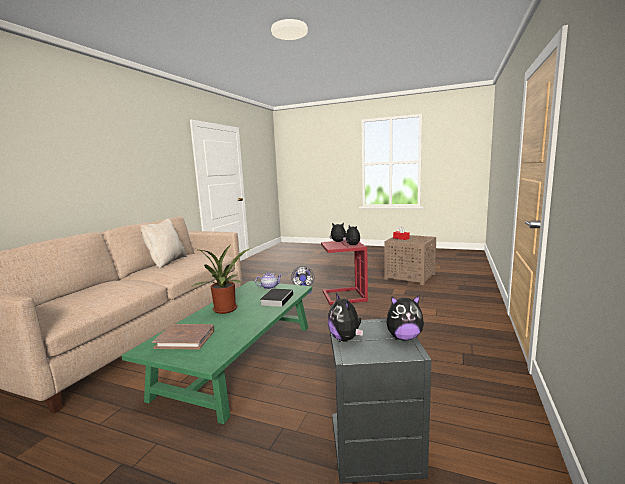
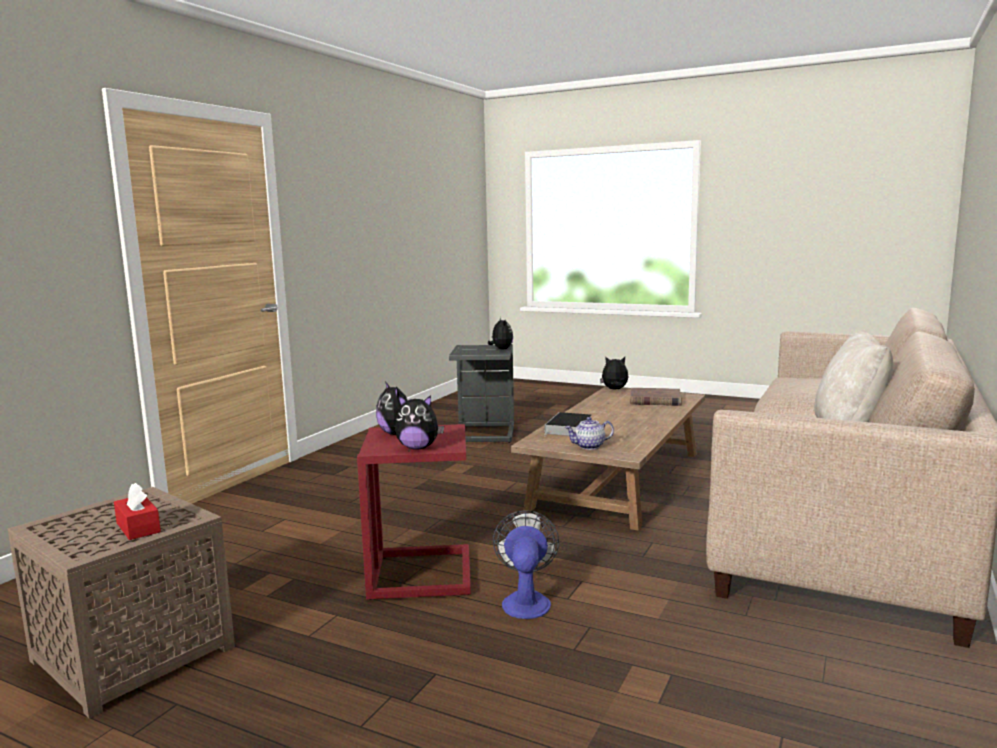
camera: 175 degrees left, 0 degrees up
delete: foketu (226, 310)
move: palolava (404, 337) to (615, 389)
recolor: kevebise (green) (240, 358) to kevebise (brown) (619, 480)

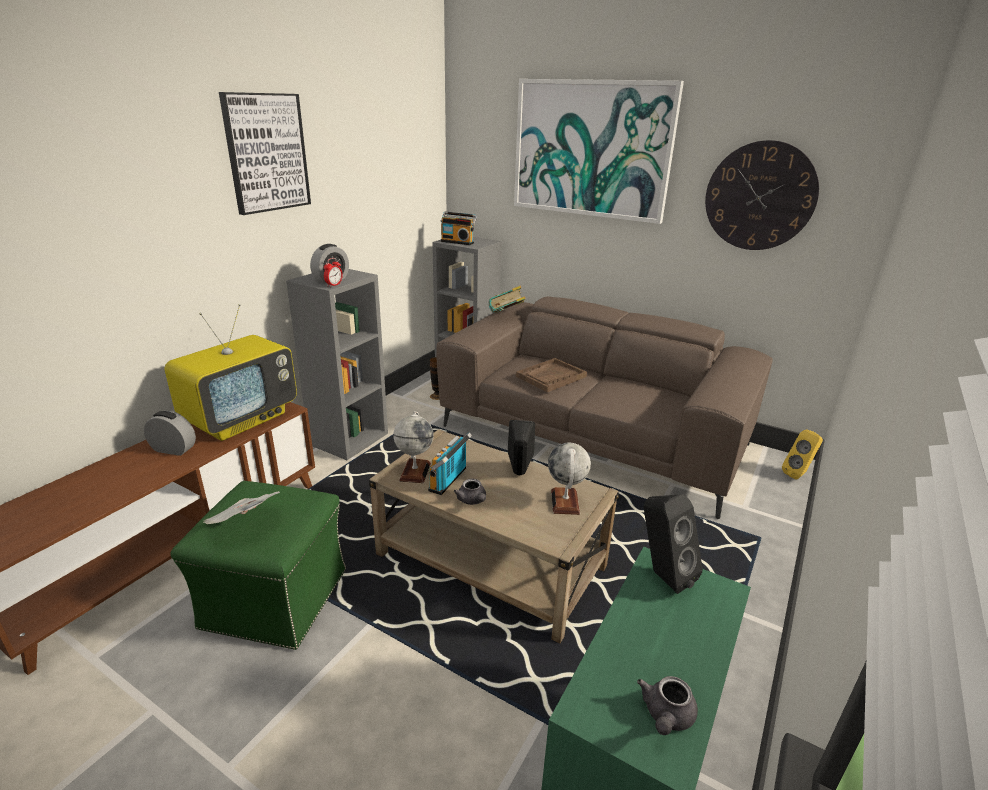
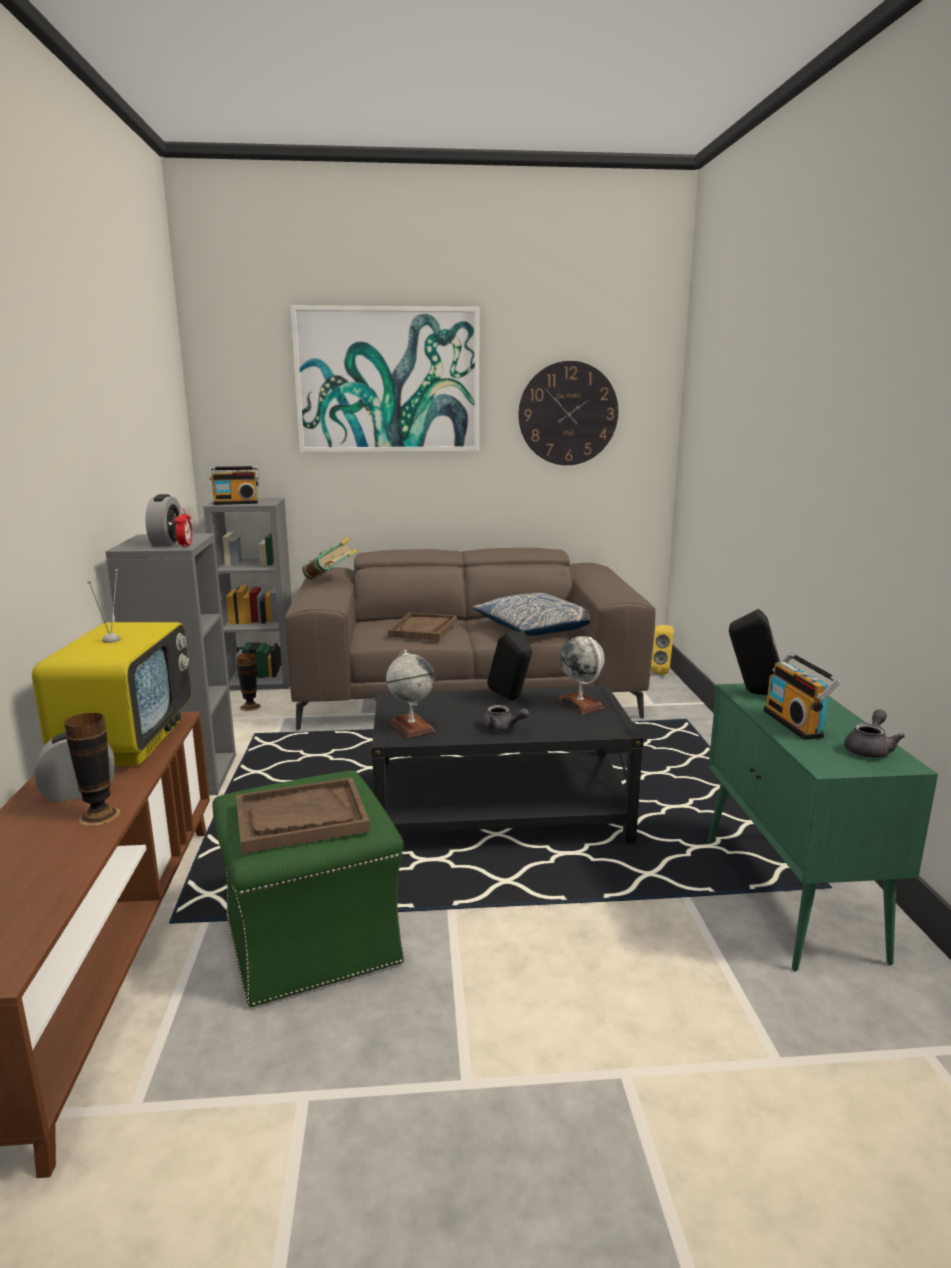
camera: 35 degrees left, 10 degrees down
delete: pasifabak (266, 153)
insert: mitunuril (99, 816); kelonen (535, 627)
move: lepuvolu (450, 480) to (795, 723)
replace: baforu (245, 523) to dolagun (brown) (301, 818)
recolor: kevebise (beige) (491, 561) to kevebise (black) (500, 815)
rotate: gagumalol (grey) (666, 716) = (870, 749) 135 degrees counterclockwise

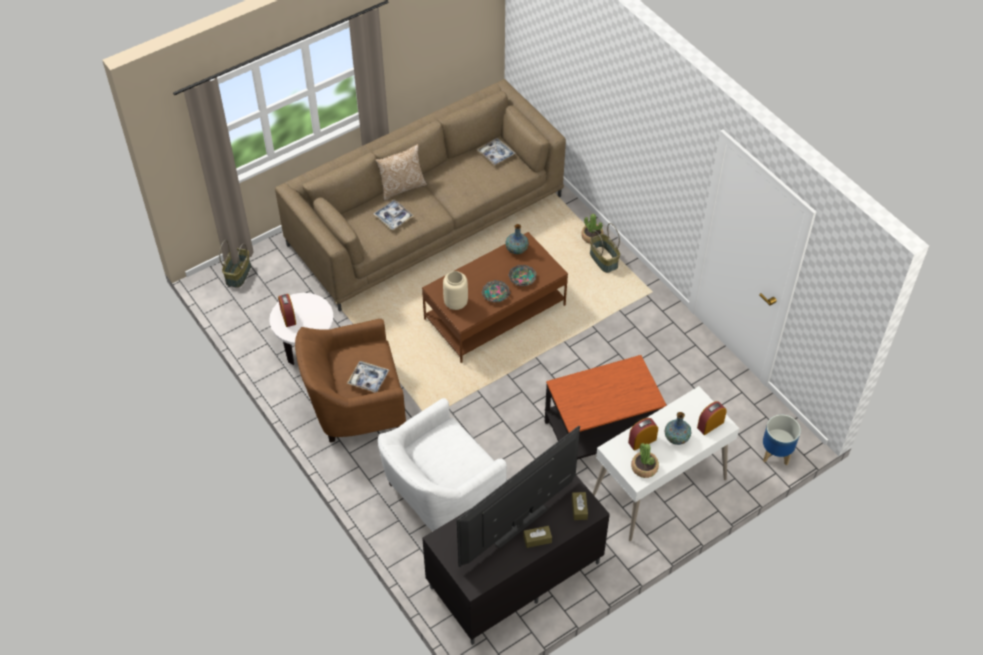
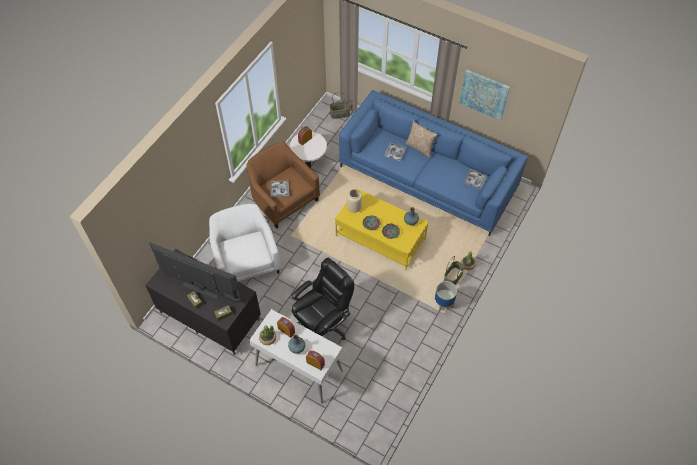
camera: 65 degrees right, 5 degrees up
insert: pasifabak (484, 94)
move: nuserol (776, 453) to (443, 304)
replace: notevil (601, 432) to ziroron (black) (323, 323)
recolor: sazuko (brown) (426, 220) to sazuko (blue) (427, 178); kevebise (brown) (495, 312) to kevebise (yellow) (380, 237)
rotate: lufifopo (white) (440, 492) = (246, 260) 45 degrees clockwise

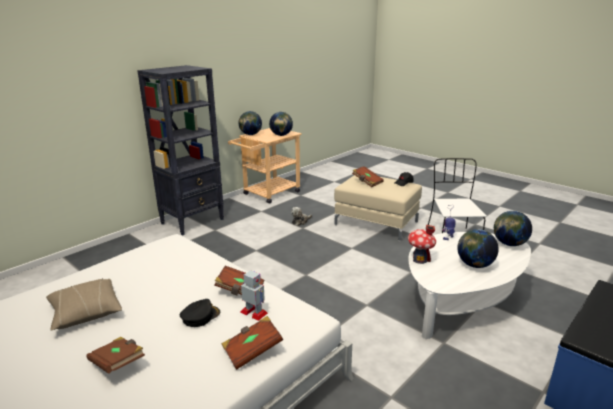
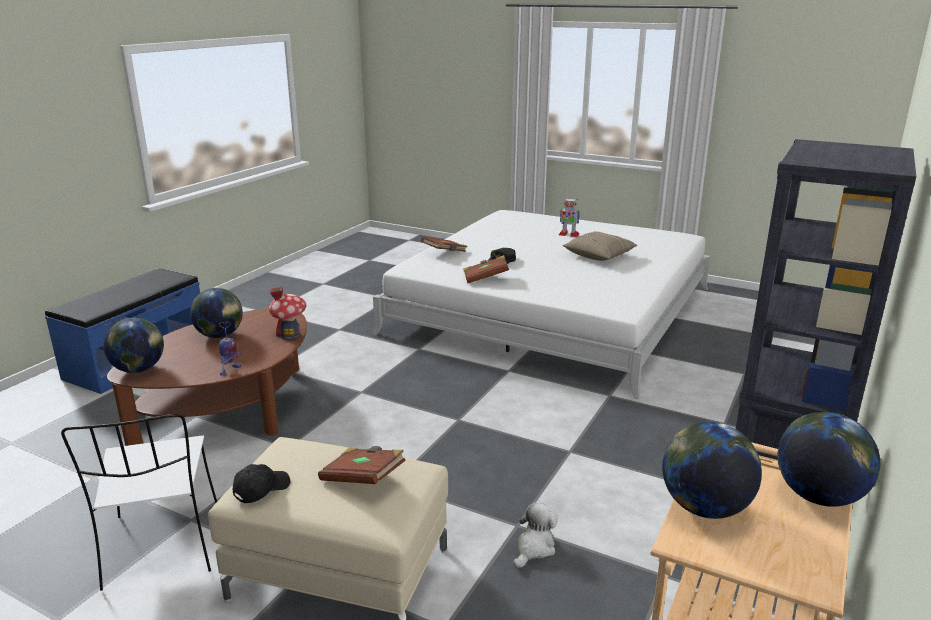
camera: 165 degrees right, 0 degrees up
delete: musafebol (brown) (118, 363)
move: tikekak (254, 313) to (568, 234)
recolor: kevebise (white) (461, 303) to kevebise (brown) (230, 410)

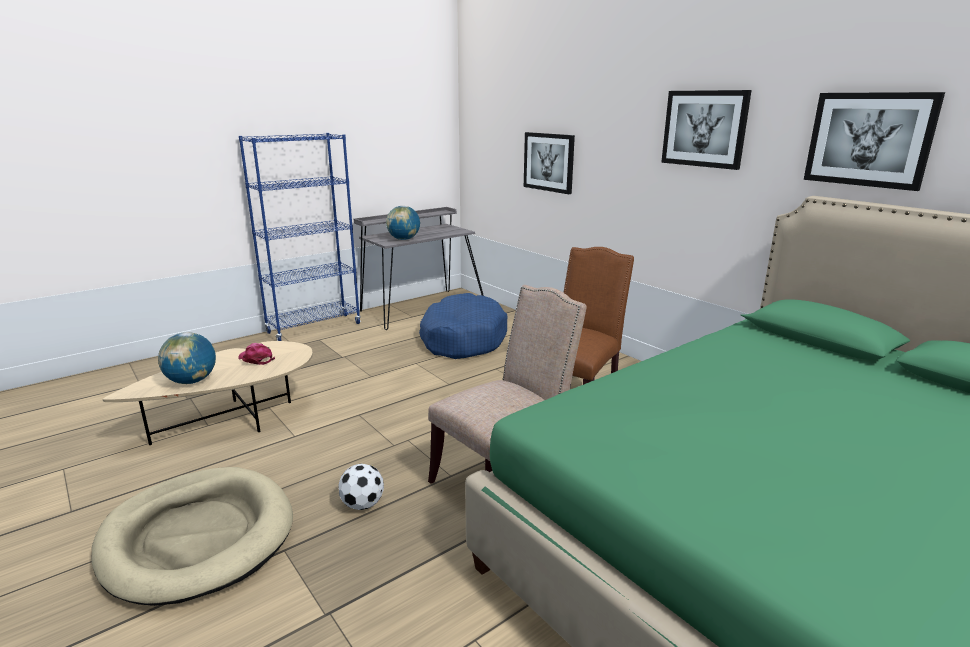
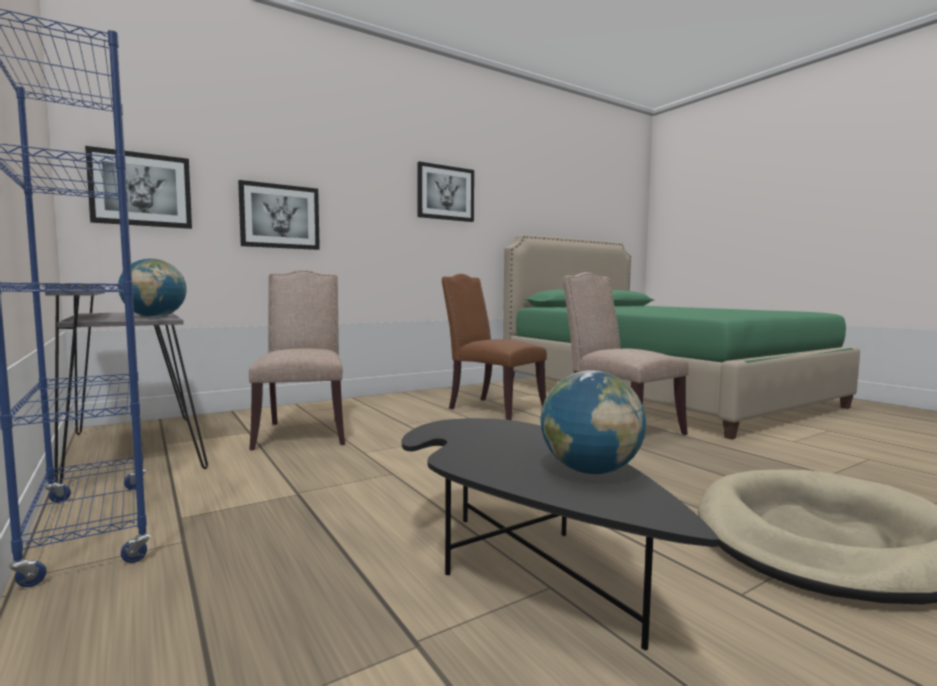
camera: 85 degrees left, 15 degrees down
delete: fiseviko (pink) (256, 359); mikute (362, 504)
move: pasifabak (869, 139) to (141, 189)
replace: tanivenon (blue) (462, 339) to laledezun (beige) (303, 432)
recolor: kevebise (beige) (236, 418) to kevebise (black) (522, 560)

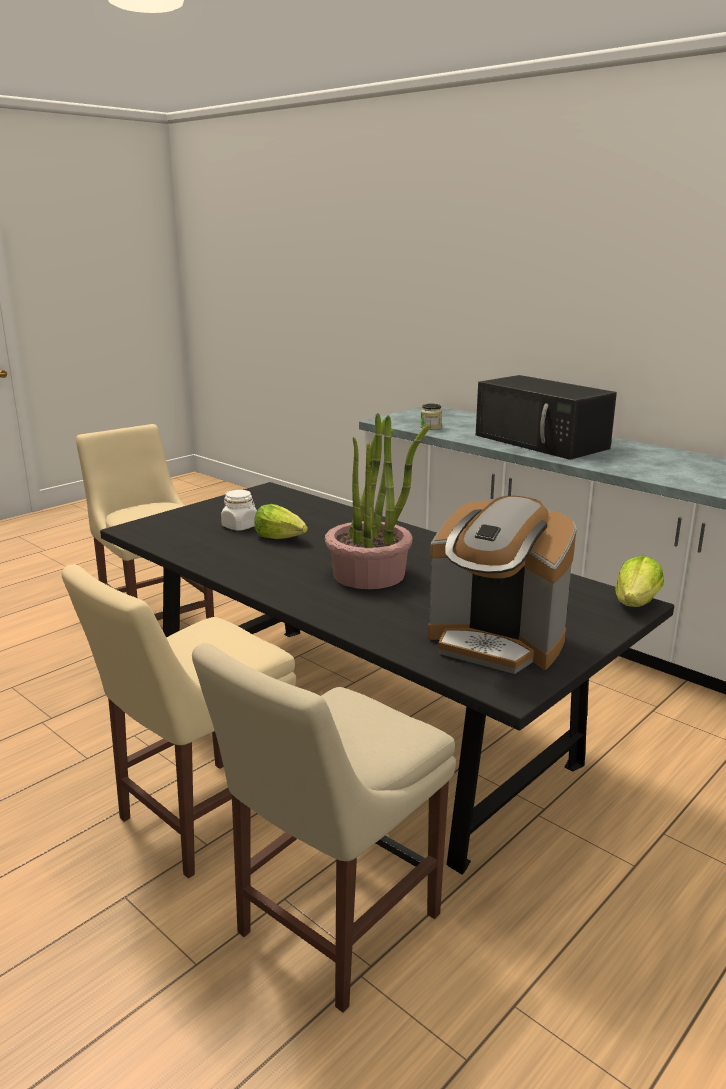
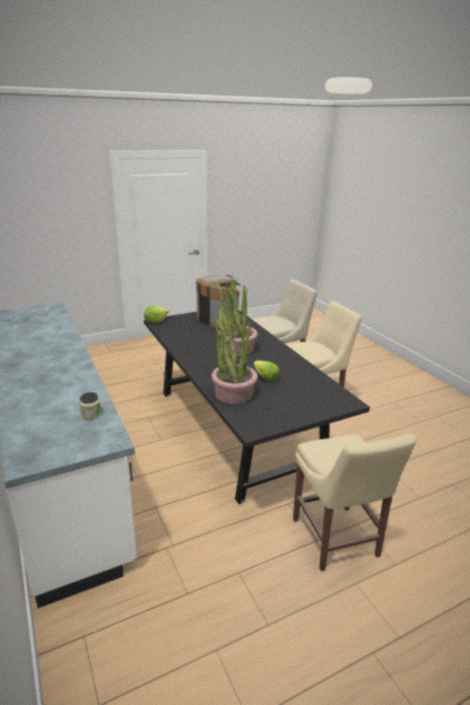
camera: 160 degrees left, 5 degrees up
delete: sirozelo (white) (240, 526); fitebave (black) (542, 442)
insert: foketu (233, 393)

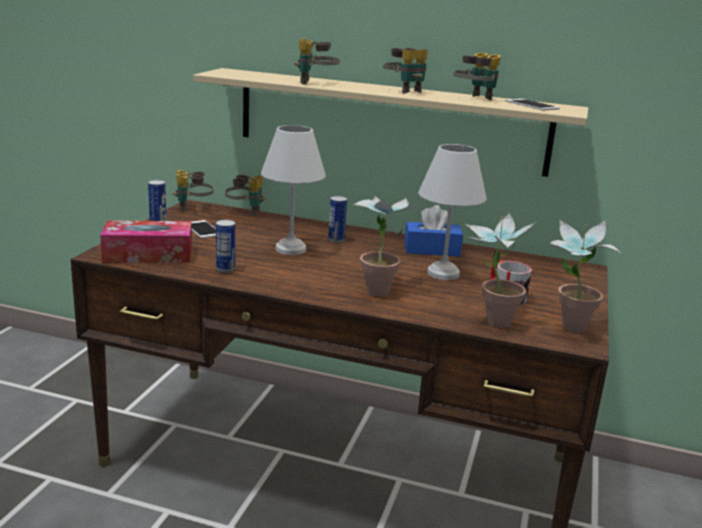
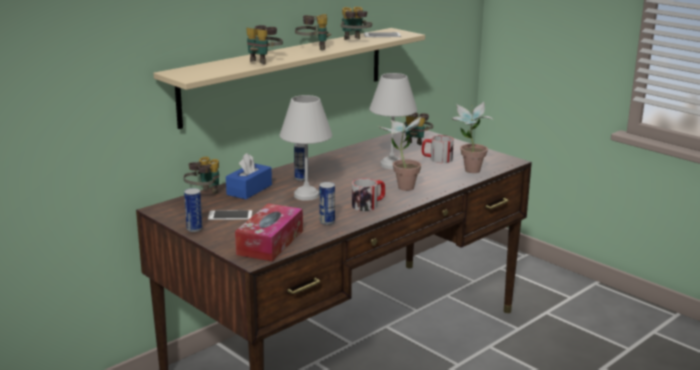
camera: 60 degrees left, 0 degrees up
delete: foketu (567, 329)
insert: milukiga (368, 205)
move: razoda (193, 209) to (416, 142); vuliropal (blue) (432, 250) to (249, 190)

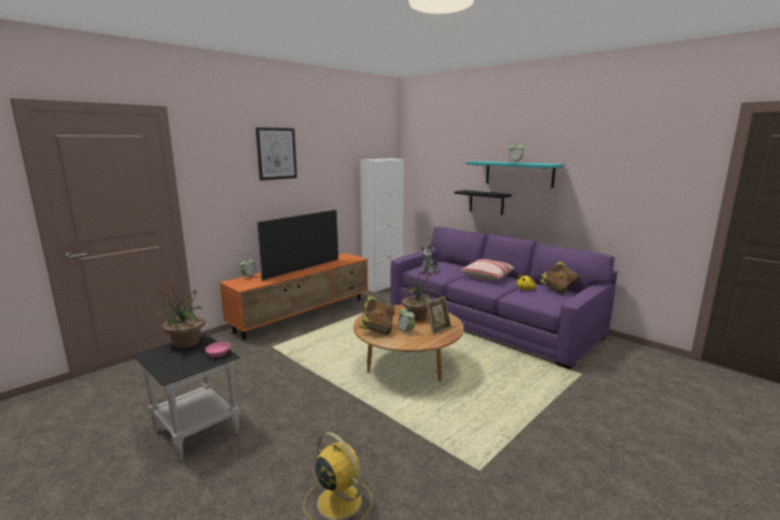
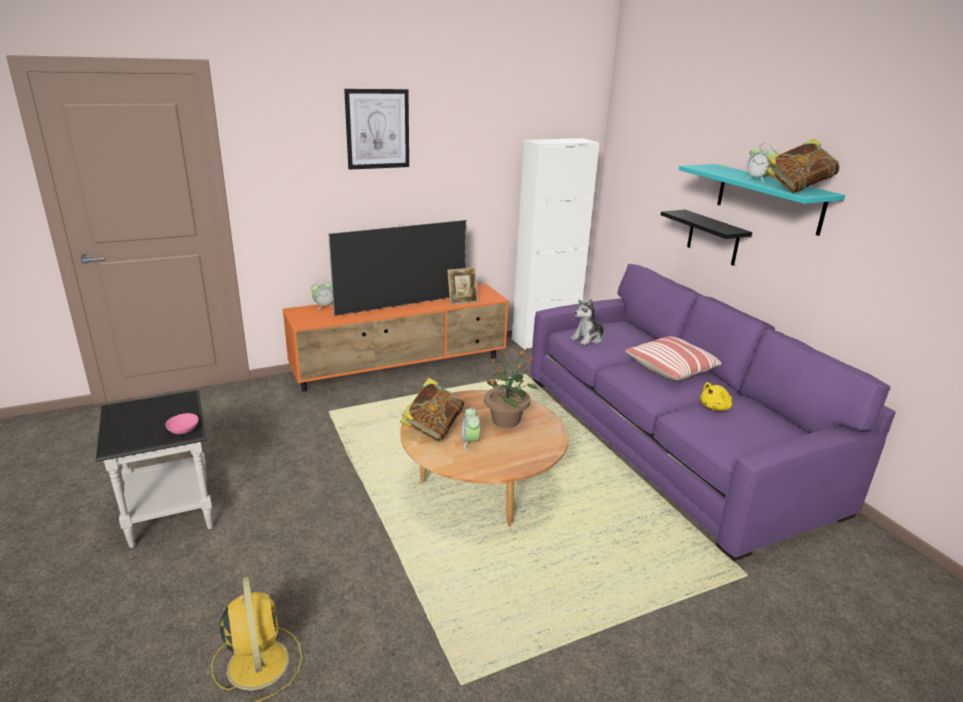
camera: 20 degrees right, 10 degrees up
delete: foketu (186, 343)
move: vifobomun (438, 329) to (462, 301); musafebol (558, 290) to (797, 189)

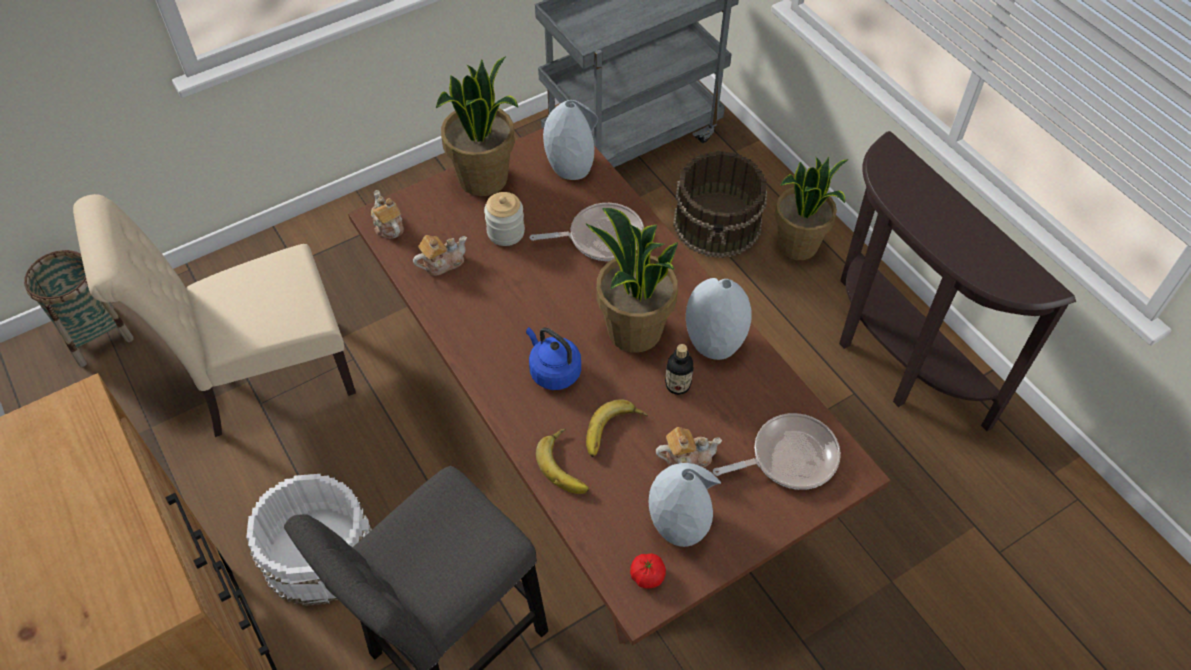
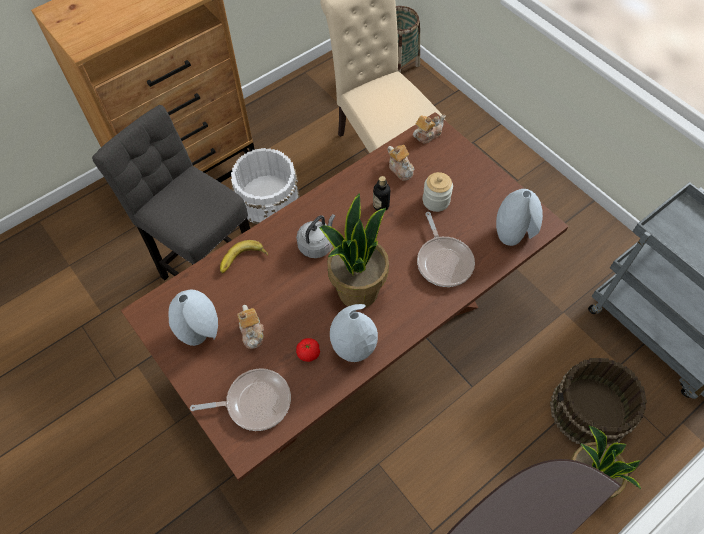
camera: 85 degrees right, 5 degrees up
delete: foketu (484, 179); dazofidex (614, 433)
move: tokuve (647, 575) to (308, 353); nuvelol (677, 385) to (381, 205)
recolor: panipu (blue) (553, 371) to panipu (grey) (317, 244)
rotate: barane (789, 457) = (254, 402) 75 degrees counterclockwise

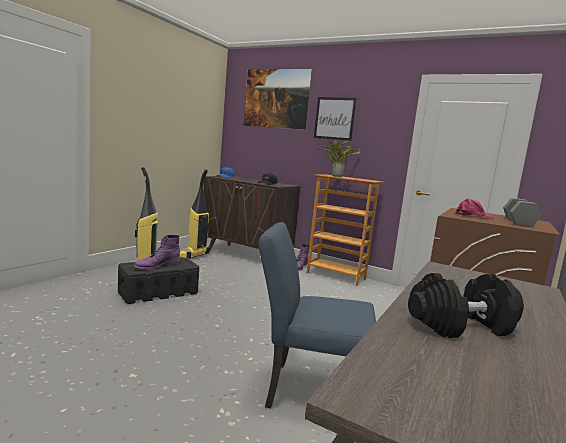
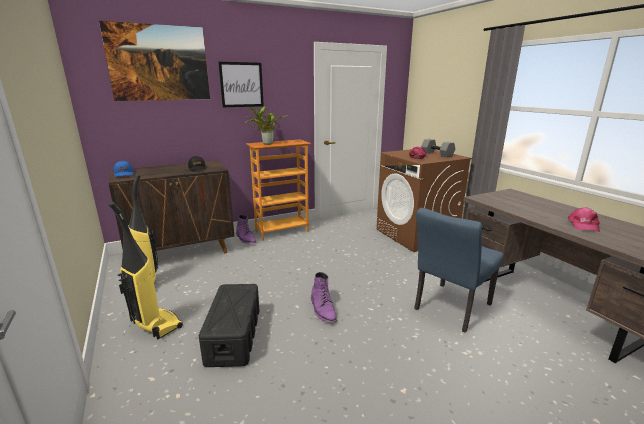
camera: 55 degrees left, 10 degrees up
move: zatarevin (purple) (157, 265) to (323, 309)
replace: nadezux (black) (461, 326) to fiseviko (pink) (583, 225)

